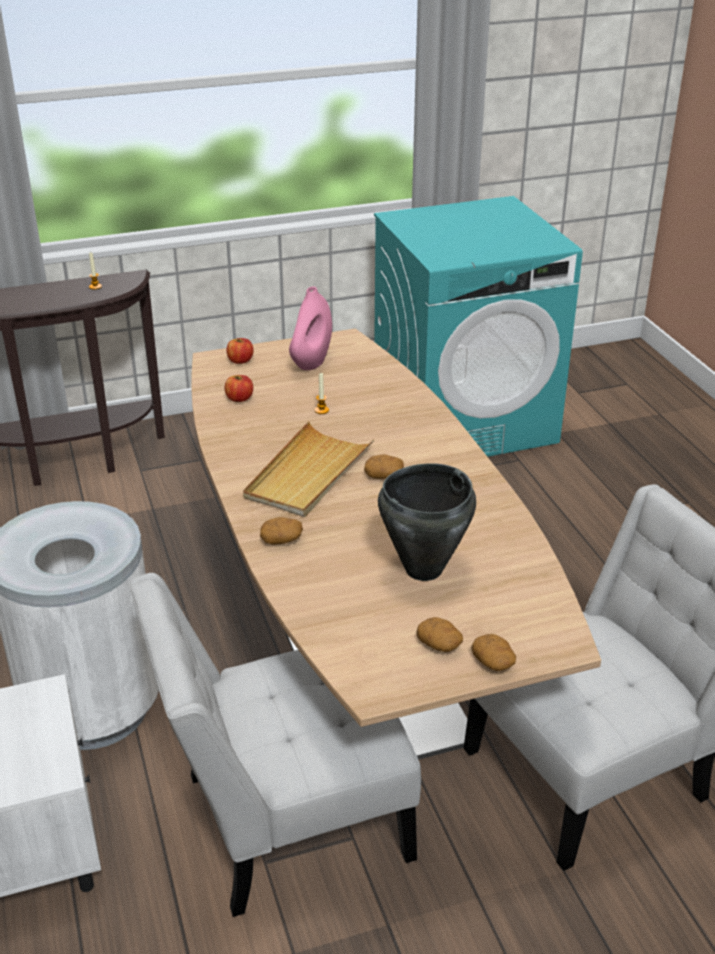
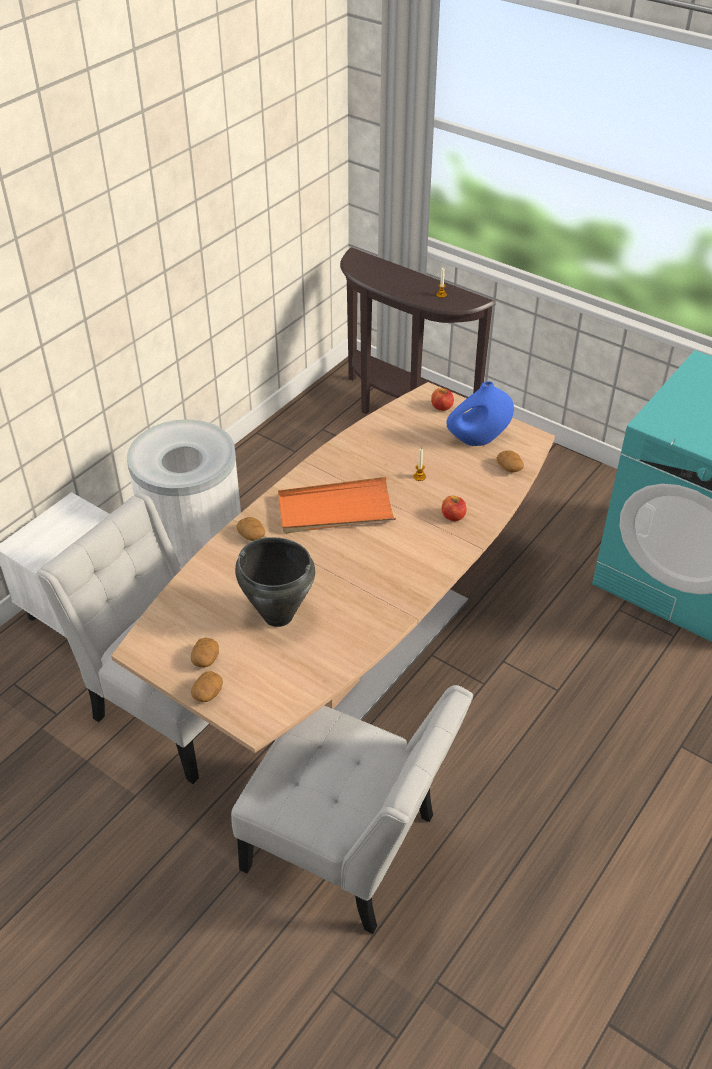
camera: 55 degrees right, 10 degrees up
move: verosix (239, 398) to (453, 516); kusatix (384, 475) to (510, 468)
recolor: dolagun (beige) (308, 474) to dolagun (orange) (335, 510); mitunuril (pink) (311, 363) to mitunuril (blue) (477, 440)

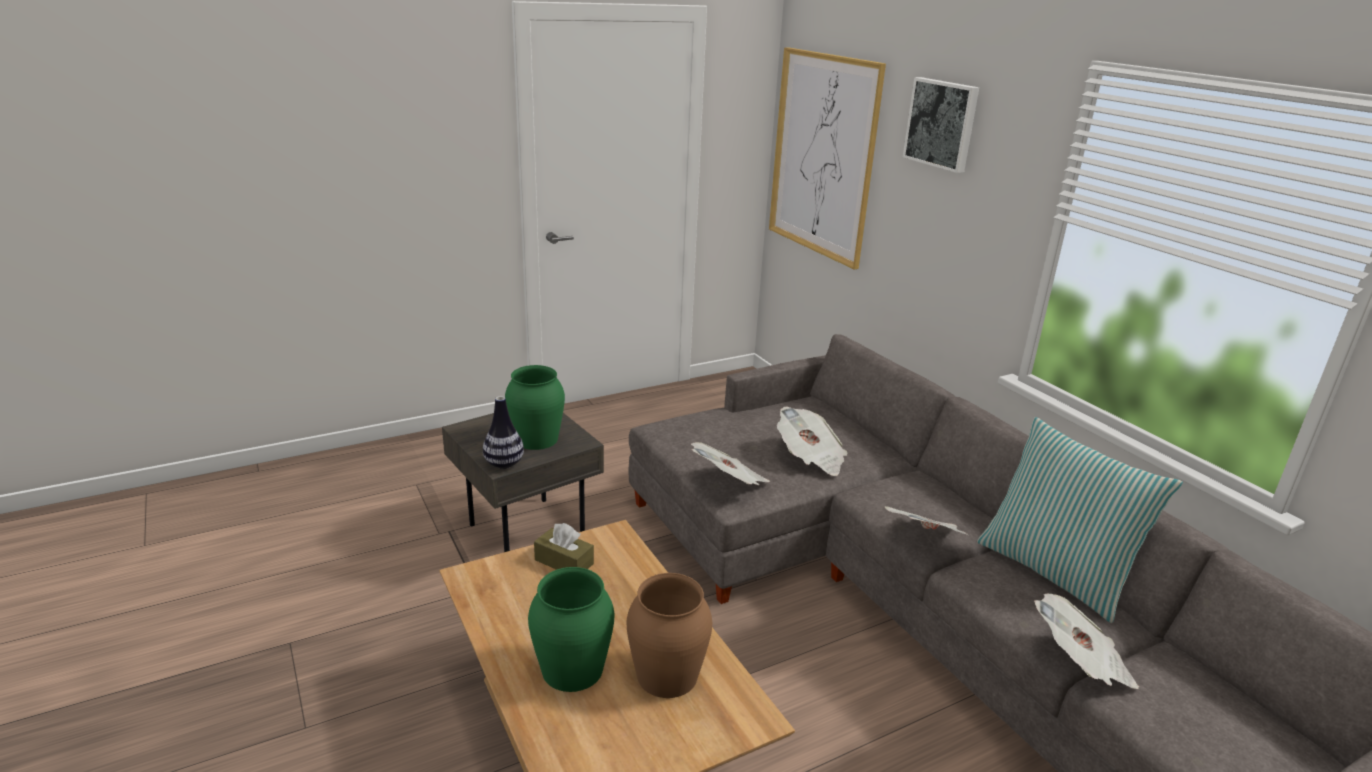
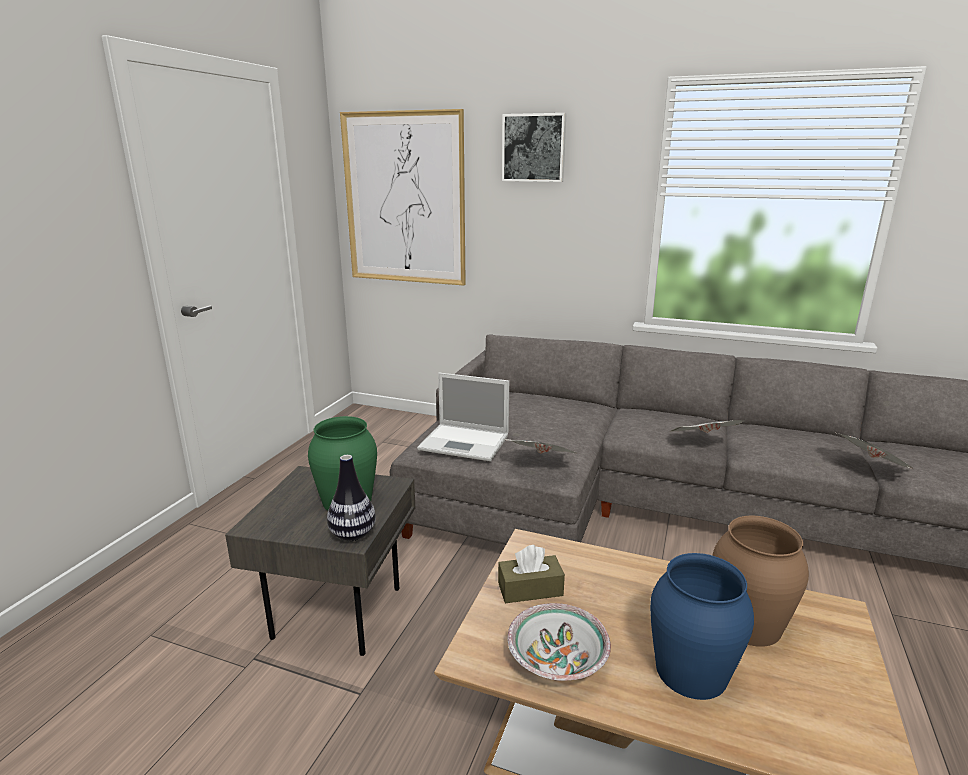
camera: 40 degrees left, 5 degrees down
delete: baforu (810, 458); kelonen (1055, 572)
insert: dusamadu (466, 442); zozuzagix (558, 660)
recolor: mitunuril (green) (573, 669) to mitunuril (blue) (691, 670)

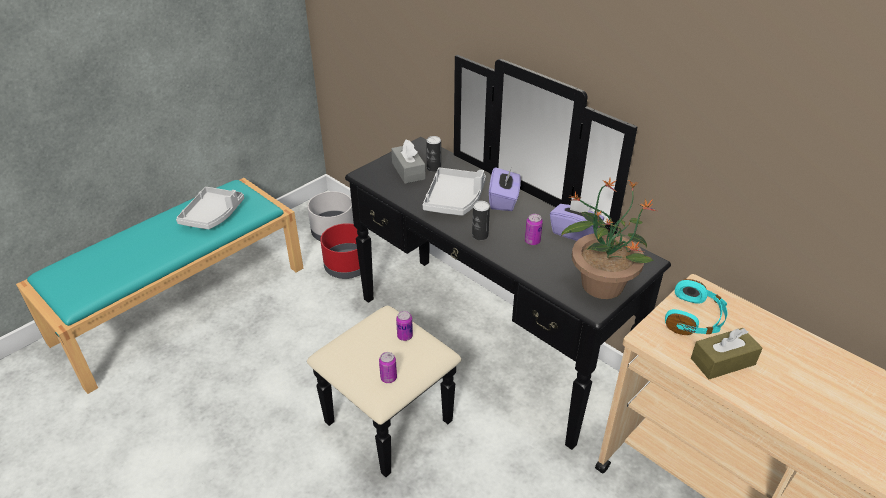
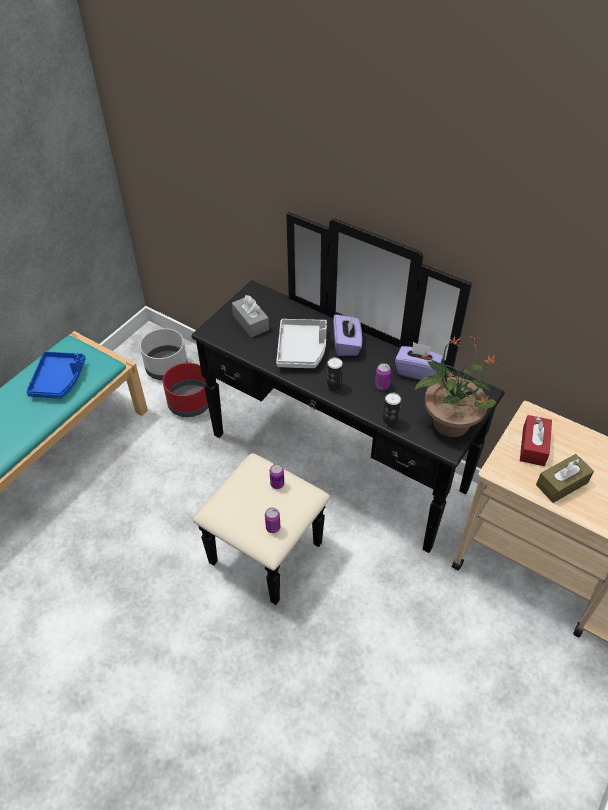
camera: 10 degrees left, 10 degrees up
move: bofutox (434, 168) to (390, 421)
replace: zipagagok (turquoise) (694, 319) to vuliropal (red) (533, 446)
recolor: dolagun (grey) (213, 215) to dolagun (blue) (59, 380)

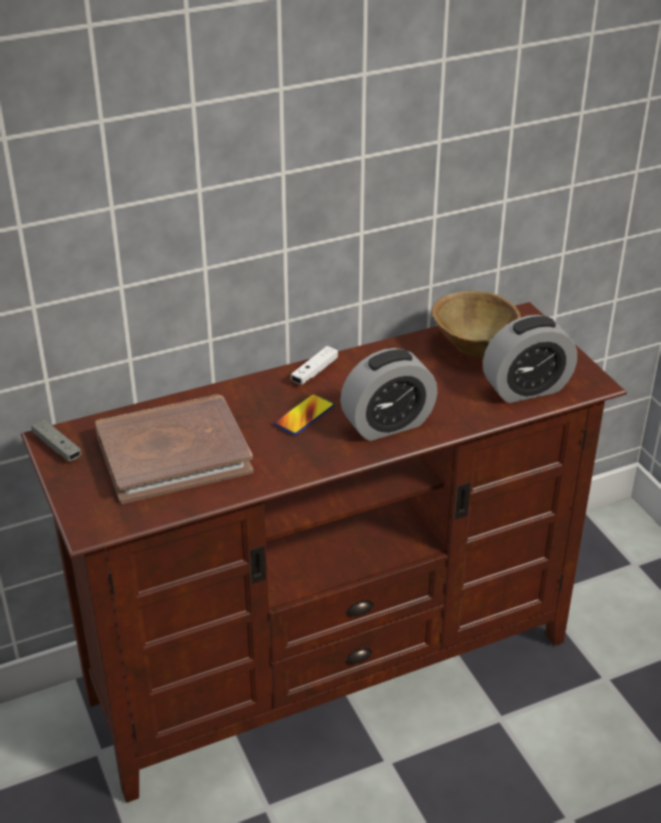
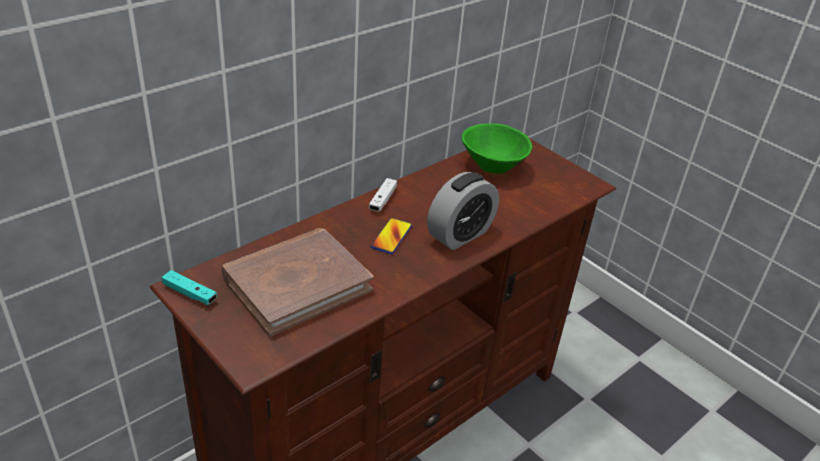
camera: 20 degrees left, 0 degrees up
delete: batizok (526, 389)
recolor: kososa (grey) (57, 447) to kososa (turquoise) (190, 293); zozuzagix (brown) (473, 346) to zozuzagix (green) (492, 166)

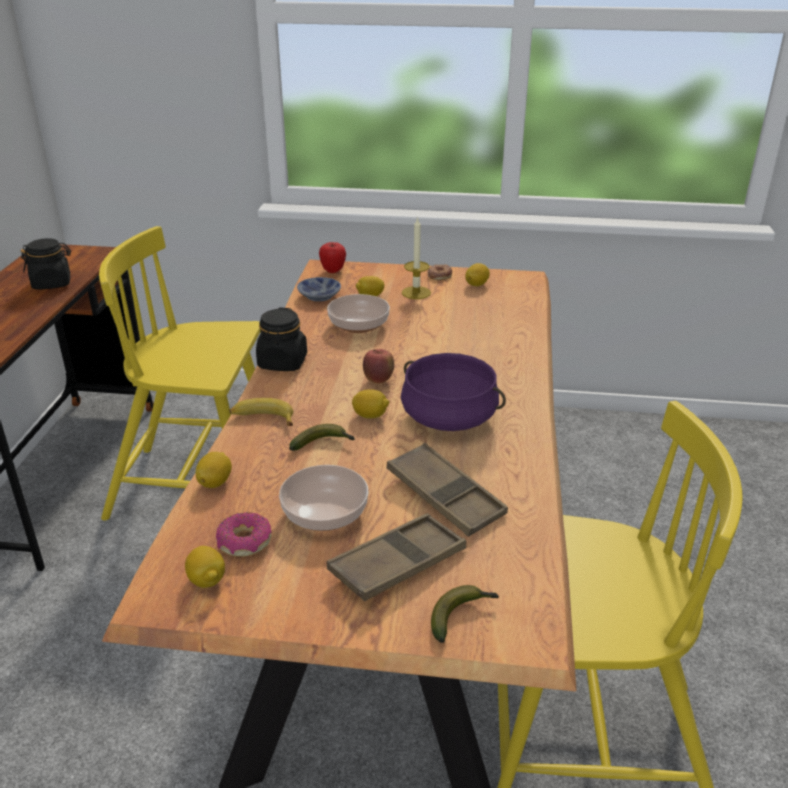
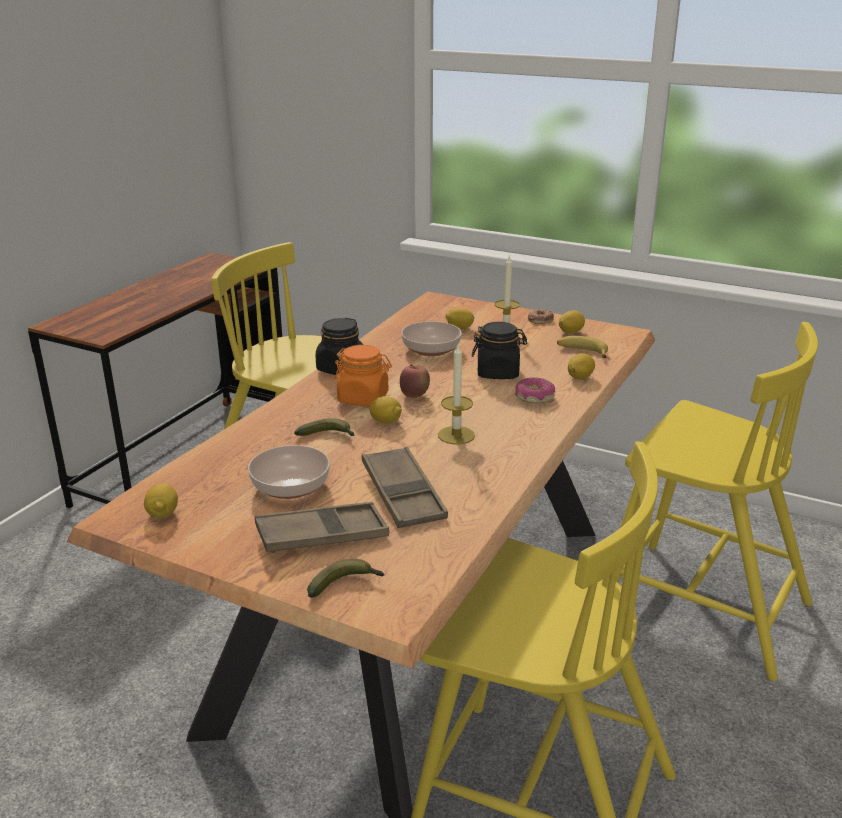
camera: 20 degrees right, 5 degrees down
delete: zozuzagix (318, 296); verosix (333, 271)
insert: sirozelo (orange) (363, 398); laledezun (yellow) (700, 606)
move: sirozelo (black) (52, 283) to (498, 373); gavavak (215, 482) to (580, 377); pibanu (244, 542) to (534, 397); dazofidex (262, 418) to (582, 352)
replace: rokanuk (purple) (449, 417) to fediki (456, 435)

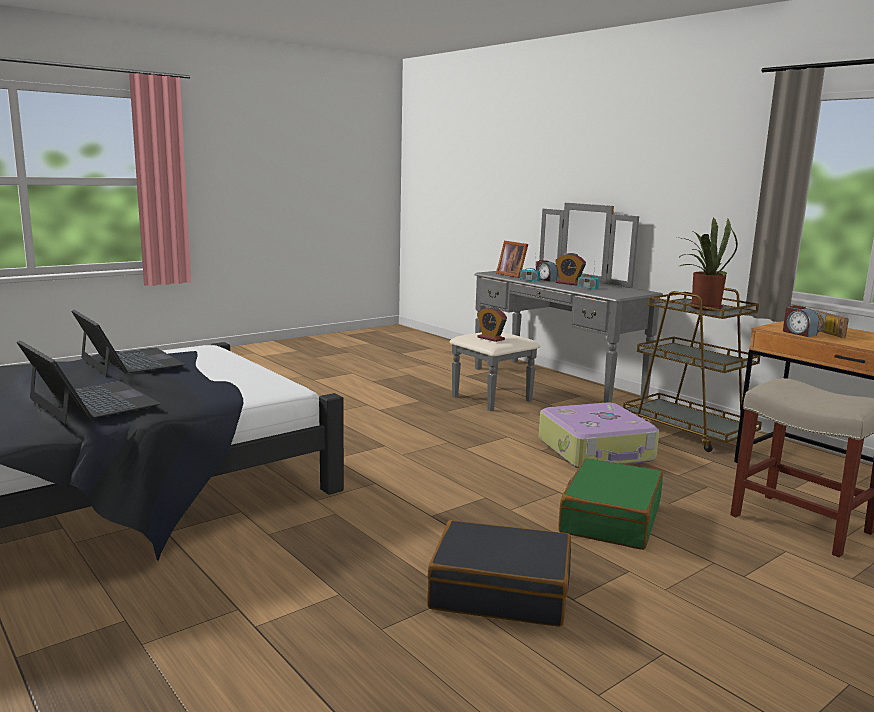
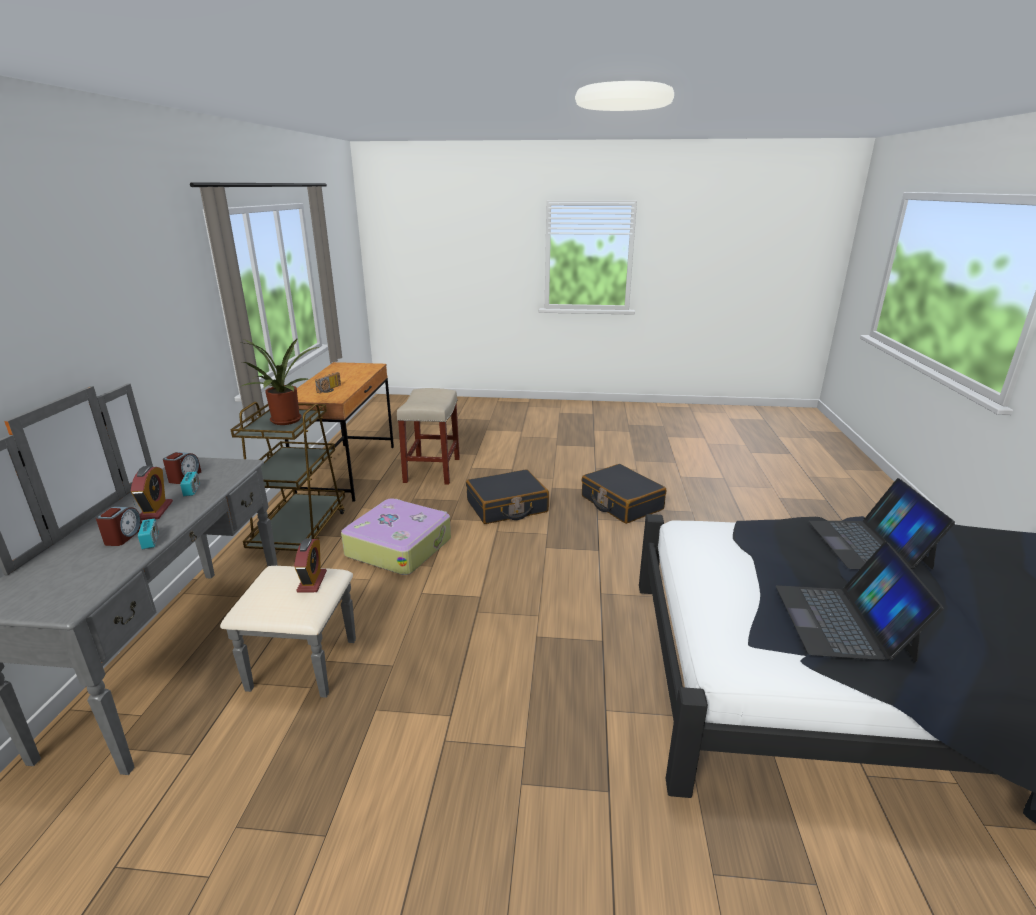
camera: 135 degrees left, 10 degrees up
delete: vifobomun (512, 275)
move: batizok (798, 333) to (184, 477)
recolor: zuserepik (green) (609, 518) to zuserepik (black) (507, 507)

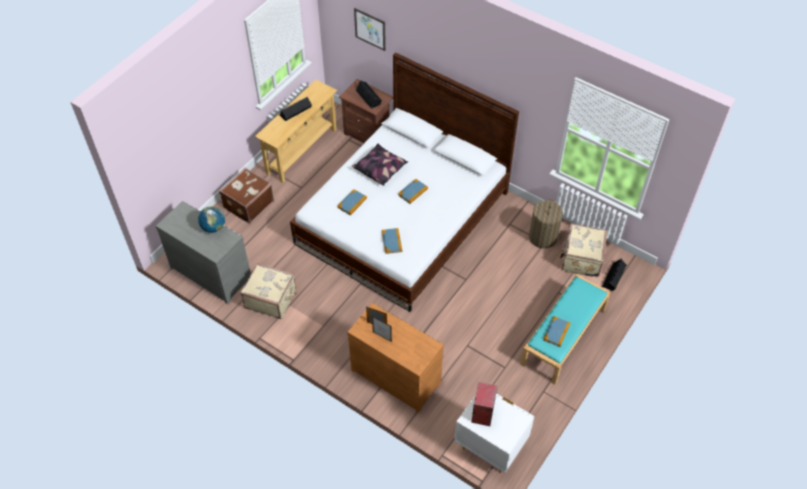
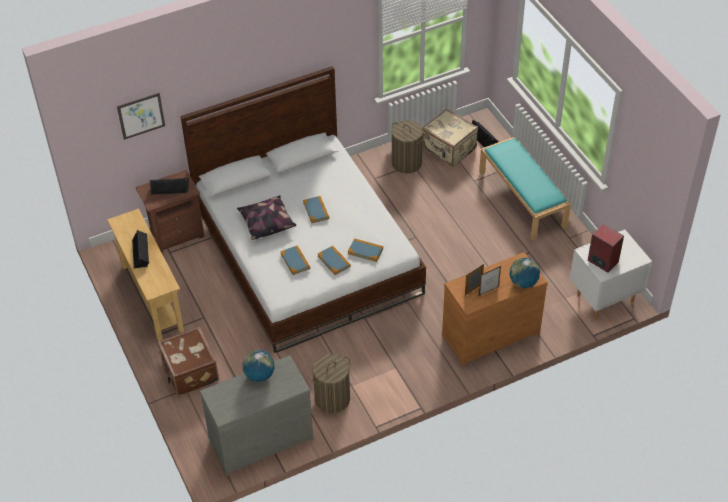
camera: 60 degrees left, 5 degrees down
insert: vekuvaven (523, 282)
move: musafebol (556, 332) to (334, 261)
replace: zuserepik (beige) (270, 298) to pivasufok (332, 399)

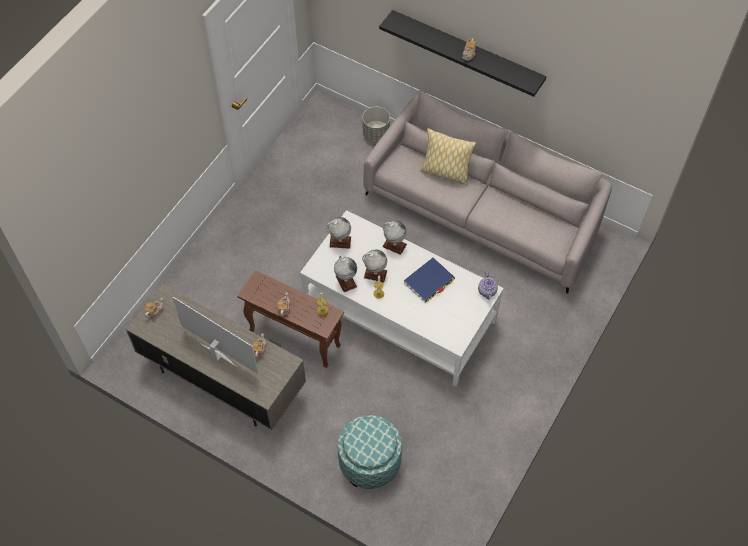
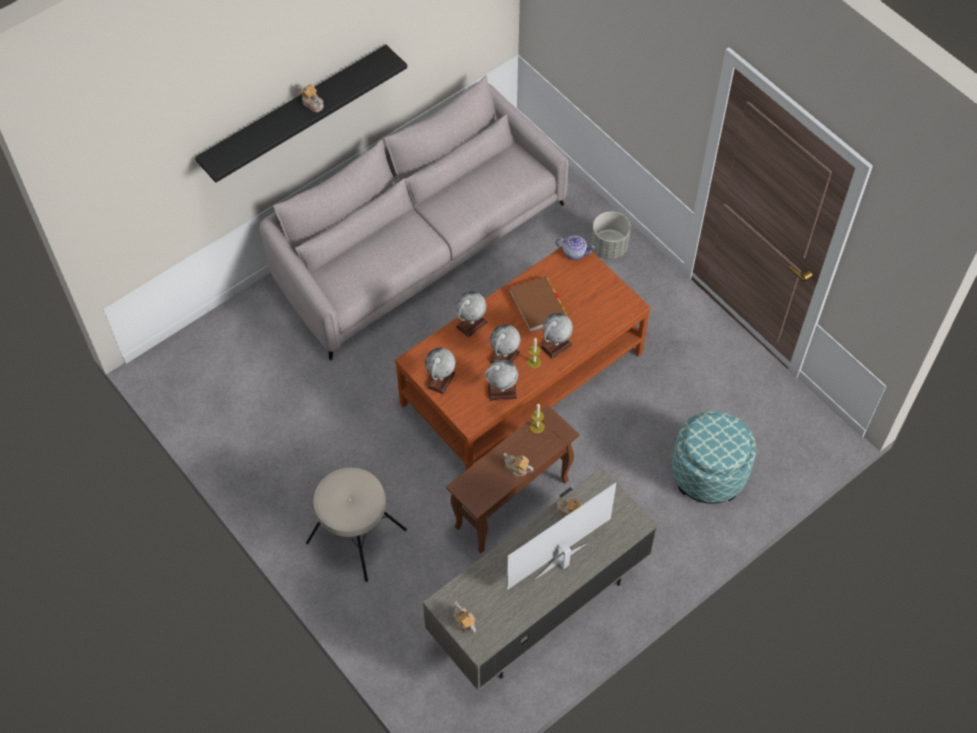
camera: 70 degrees left, 0 degrees up
delete: kelonen (445, 172)
insert: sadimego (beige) (356, 537); vekuvaven (556, 346)
move: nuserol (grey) (376, 133) to (609, 247)
recolor: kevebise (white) (400, 313) to kevebise (brown) (523, 378); musafebol (blue) (429, 281) to musafebol (brown) (538, 305)

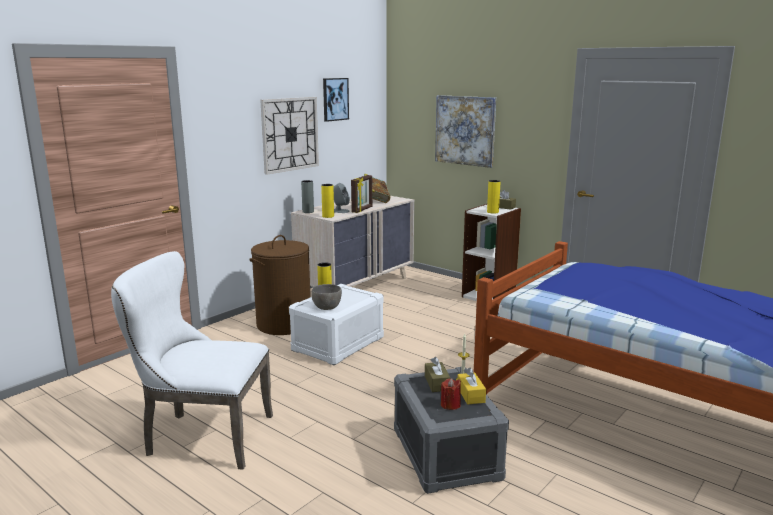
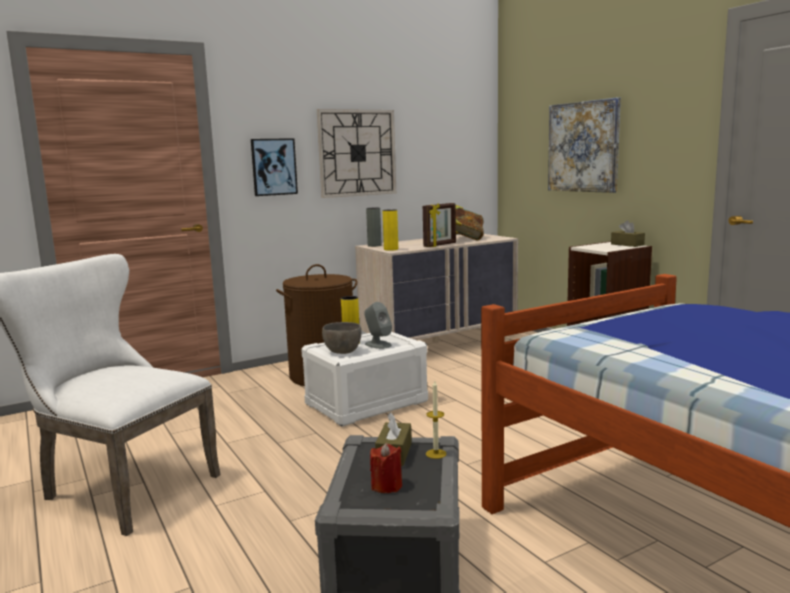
camera: 20 degrees right, 5 degrees down
delete: vuliropal (yellow) (471, 395); mitunuril (yellow) (492, 212)
move: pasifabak (335, 99) to (273, 167); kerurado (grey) (340, 211) to (378, 344)

